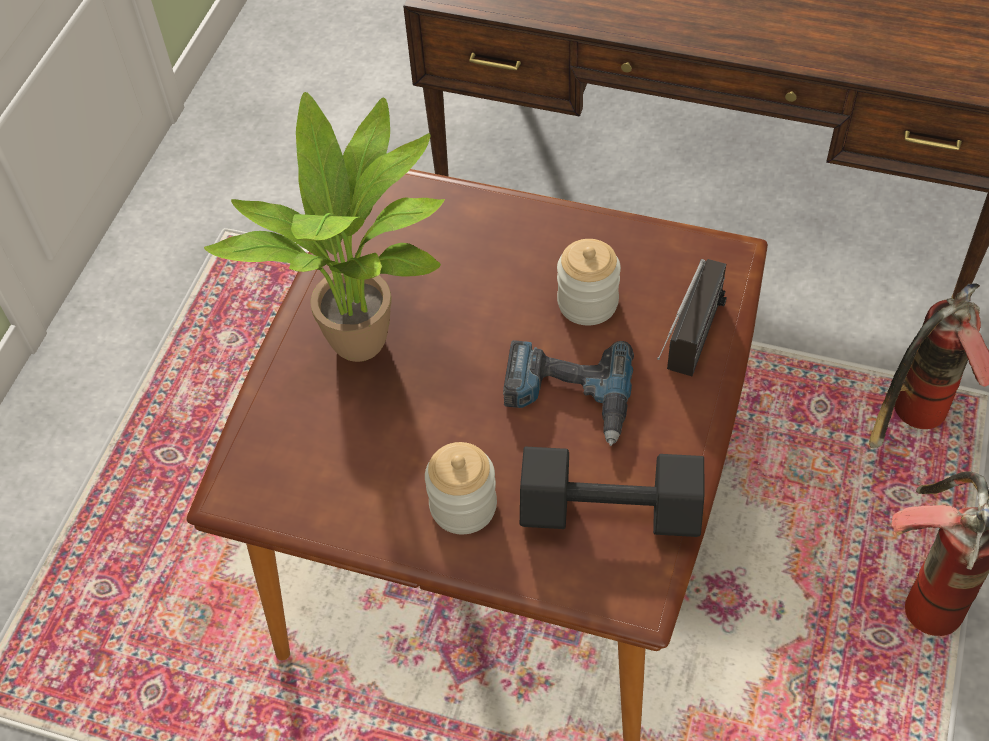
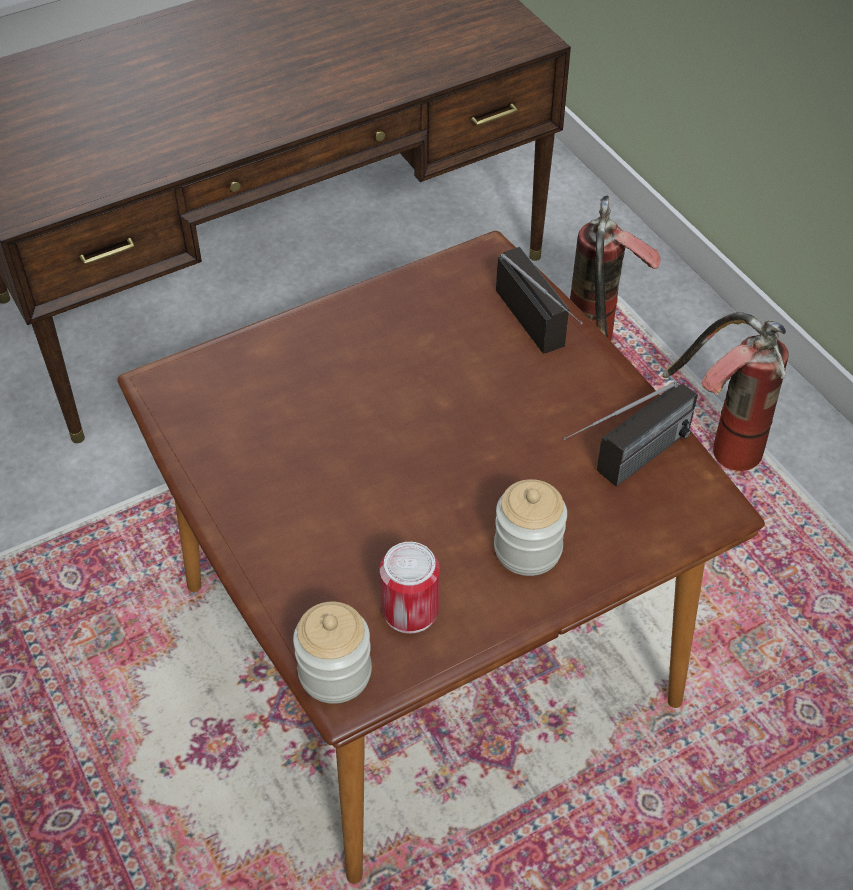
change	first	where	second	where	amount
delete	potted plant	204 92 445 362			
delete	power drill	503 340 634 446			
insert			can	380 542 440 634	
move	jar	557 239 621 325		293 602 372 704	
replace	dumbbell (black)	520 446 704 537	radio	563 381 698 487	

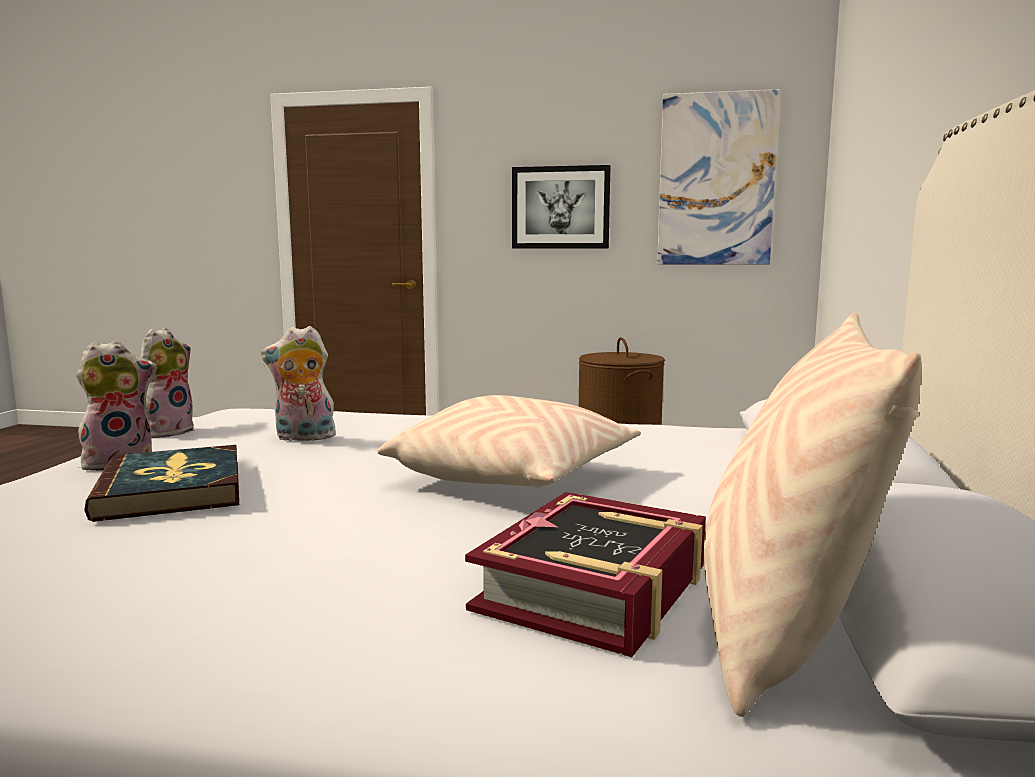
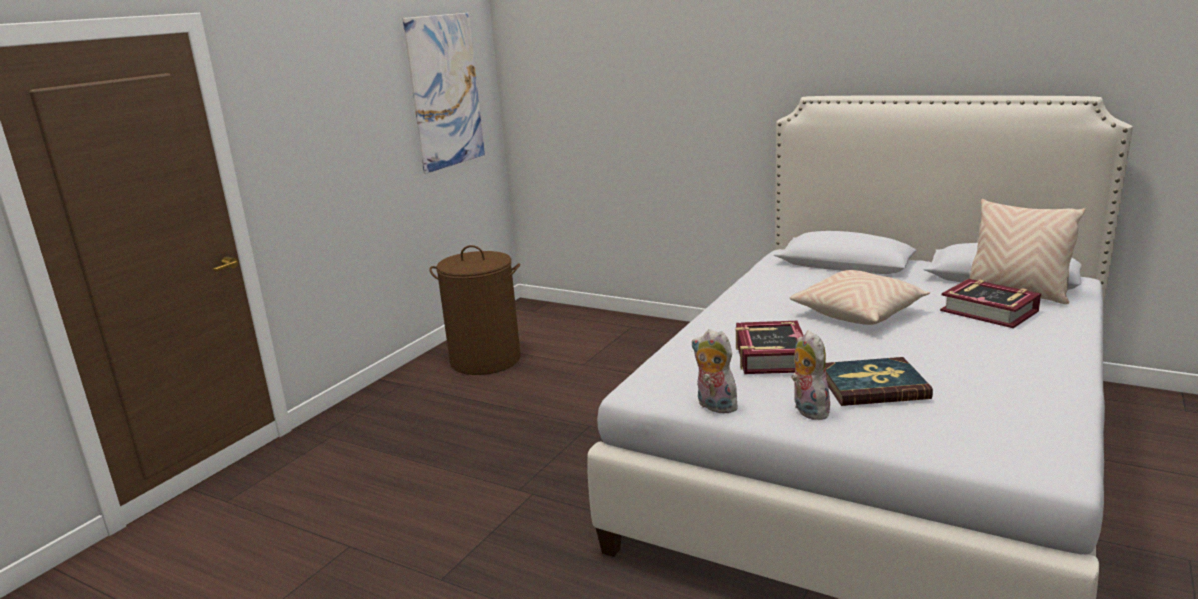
change	first	where	second	where	amount
delete	picture	512 165 610 249			
replace	plush toy	261 326 338 441	book	736 321 804 374	

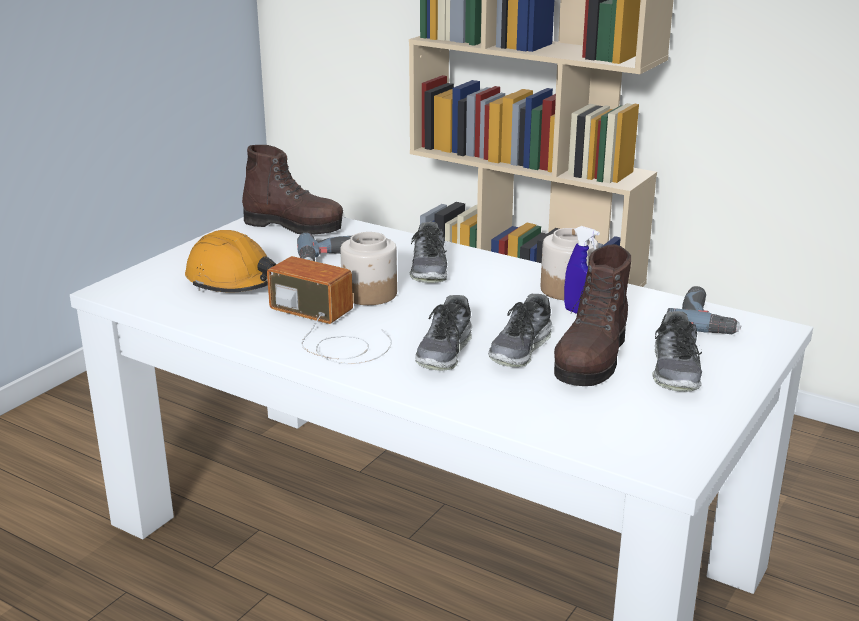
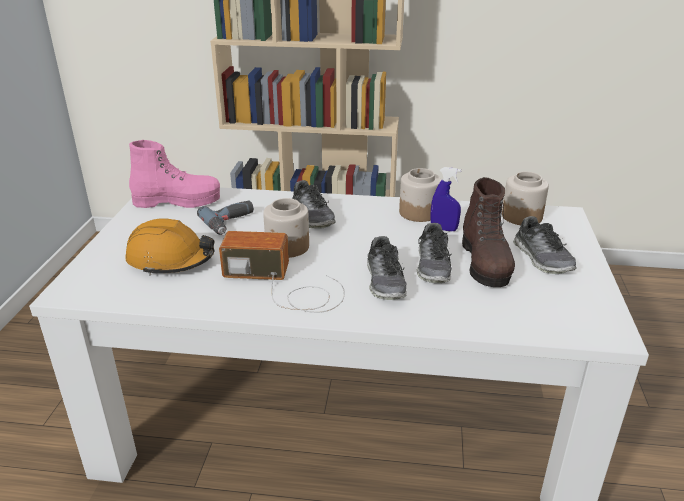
change	first	where	second	where	amount
replace	power drill	667 286 741 334	jar	502 172 549 225	
recolor	boot (brown)	242 145 343 235	boot (pink)	129 140 220 208	

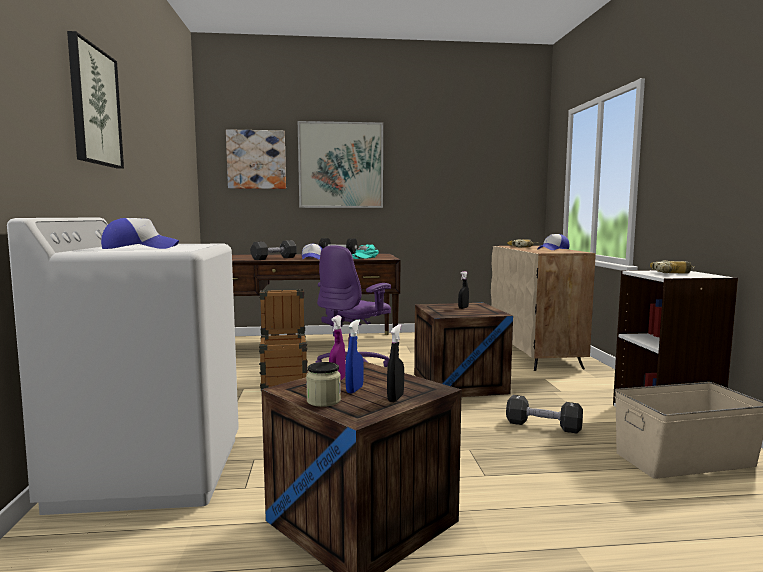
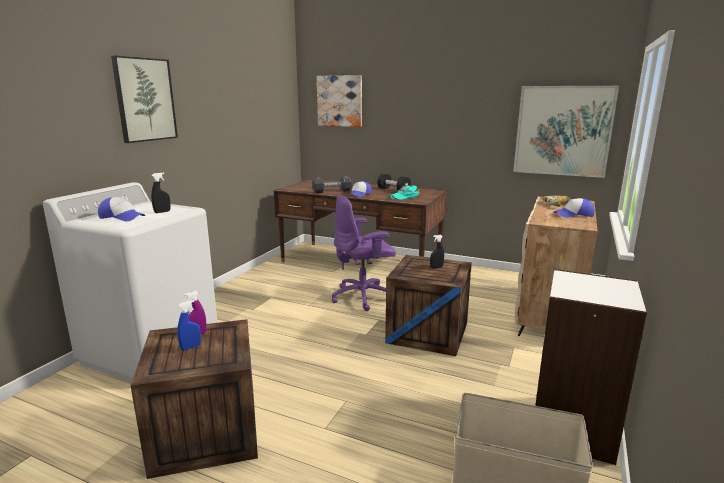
change	first	where	second	where	amount
delete	crate	259 289 308 389			
delete	jar	306 362 341 407			
delete	dumbbell (black)	506 395 583 434			
delete	power drill	650 261 694 274			
move	picture	298 121 383 208		513 86 619 178	
move	spray bottle (black)	387 325 404 402		151 172 171 213	

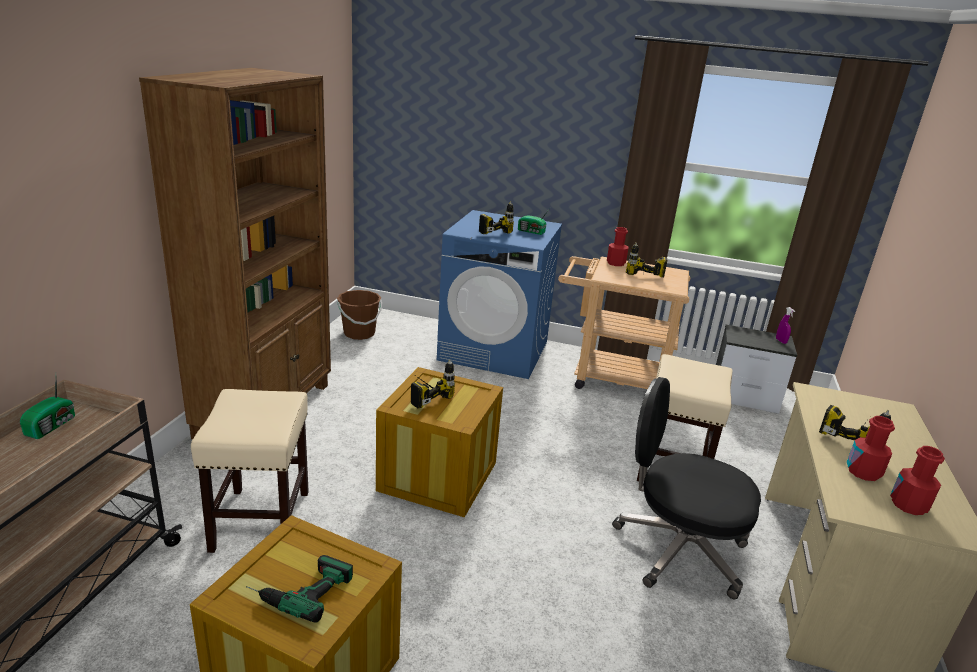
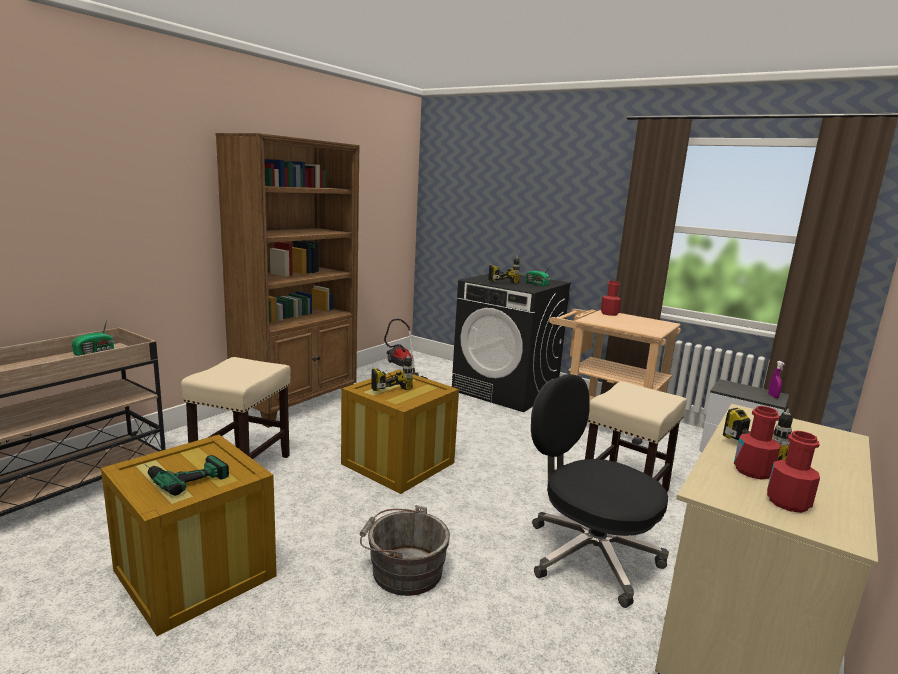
change	first	where	second	where	amount
delete	power drill	626 242 667 277			
insert			bucket (grey)	360 505 450 596	
replace	bucket (brown)	337 290 382 340	vacuum cleaner	384 319 428 379	
recolor	washing machine (blue)	436 210 562 379	washing machine (black)	452 272 571 412	

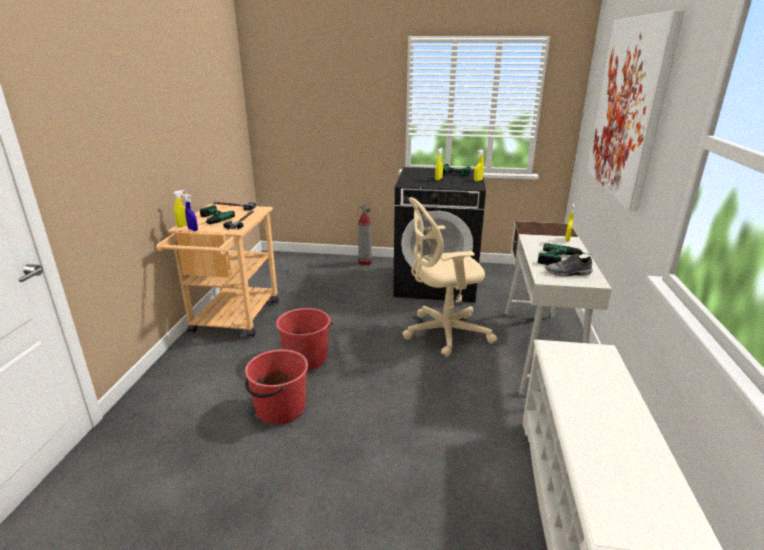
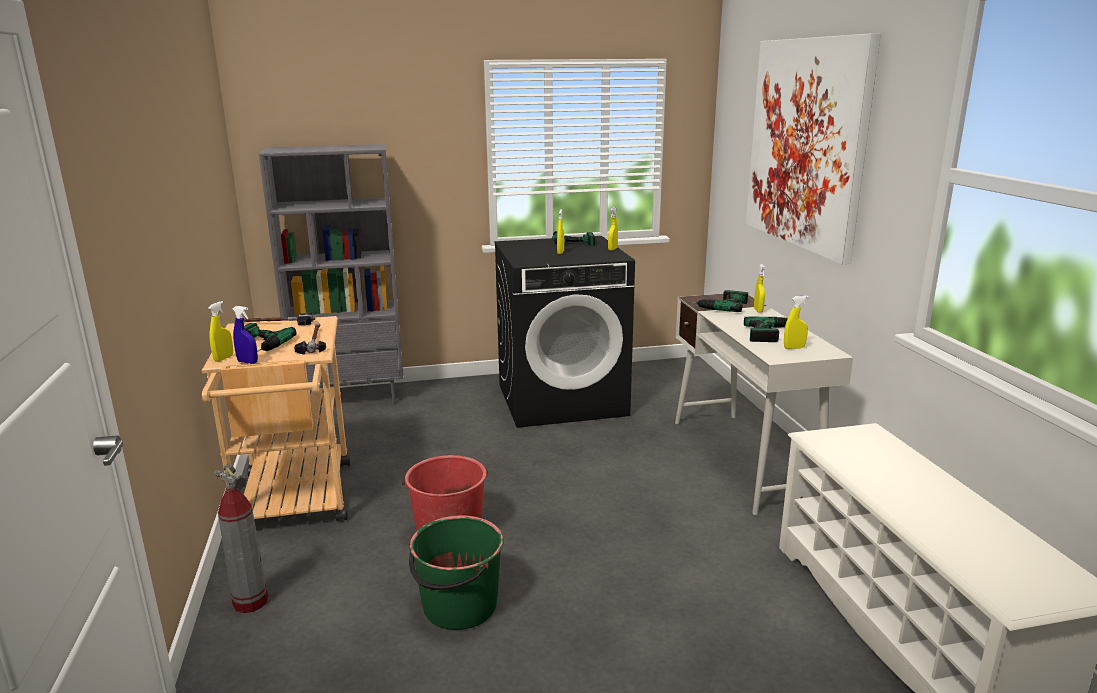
change	first	where	second	where	amount
delete	office chair (beige)	402 197 497 357			
insert			bookcase (grey)	258 144 404 404	
insert			power drill	689 290 748 312	
move	fire extinguisher	358 204 372 265		214 464 268 613	
replace	shoe (grey)	545 253 593 276	spray bottle (yellow)	784 296 809 349	
recolor	bucket (red)	245 349 308 425	bucket (green)	409 515 504 630	

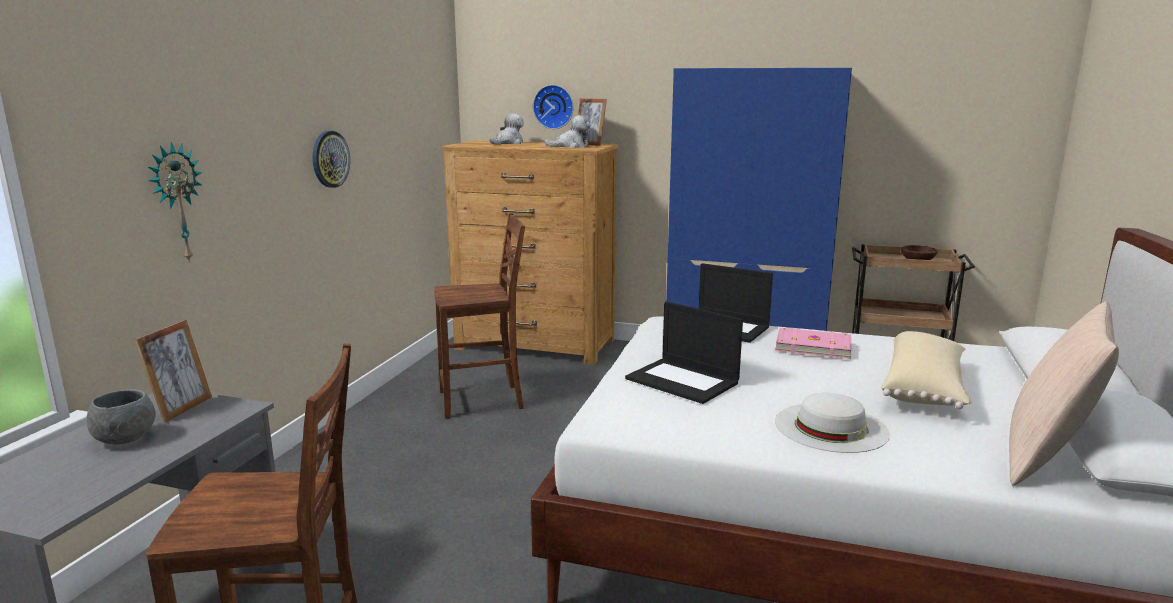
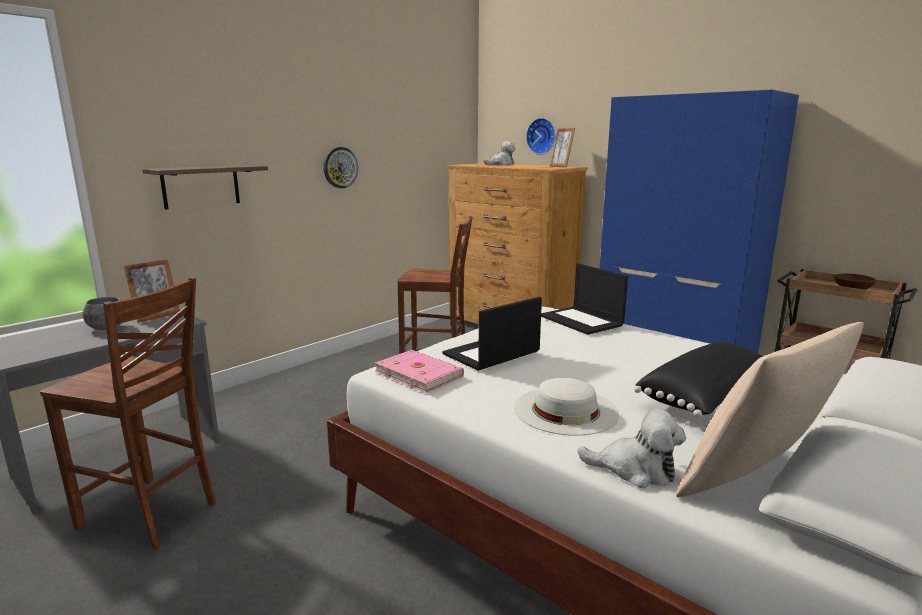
change	first	where	second	where	amount
move	plush toy	544 115 591 148		577 409 686 488	
move	book (pink)	775 328 852 359		375 350 464 393	
replace	wall clock	148 142 202 263	shelf	143 165 268 210	
recolor	pillow (beige)	881 331 972 409	pillow (black)	634 341 763 417	
rotate	laptop	625 301 743 404		442 297 542 371	75 degrees clockwise

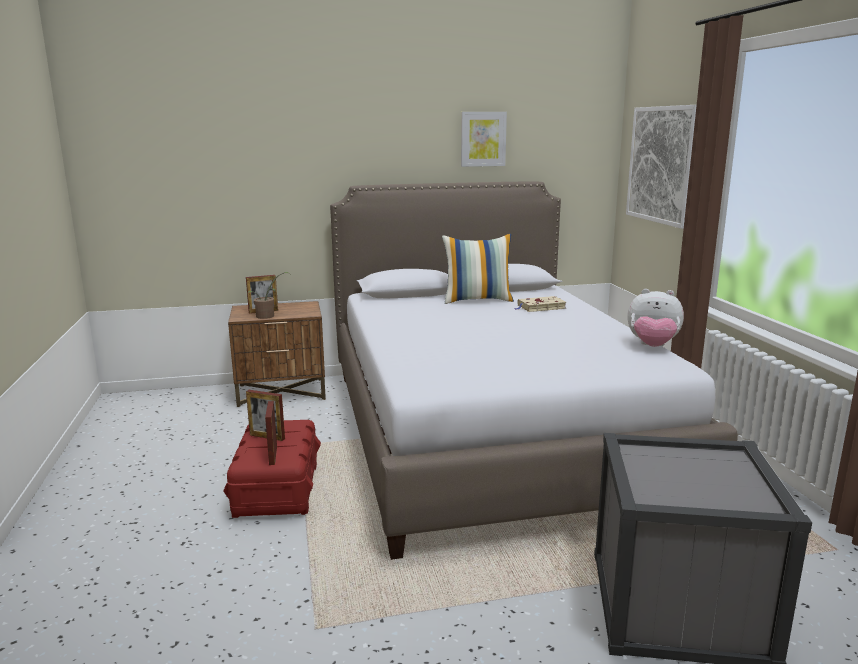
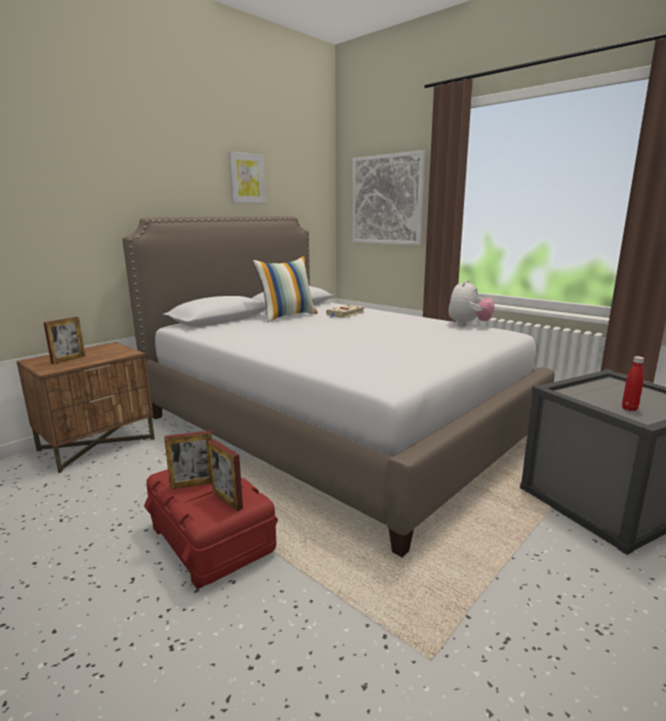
change	first	where	second	where	amount
delete	potted plant	247 272 290 319			
insert			bottle (red)	622 356 644 411	
rotate	plush toy	627 289 684 347		448 280 494 326	45 degrees counterclockwise

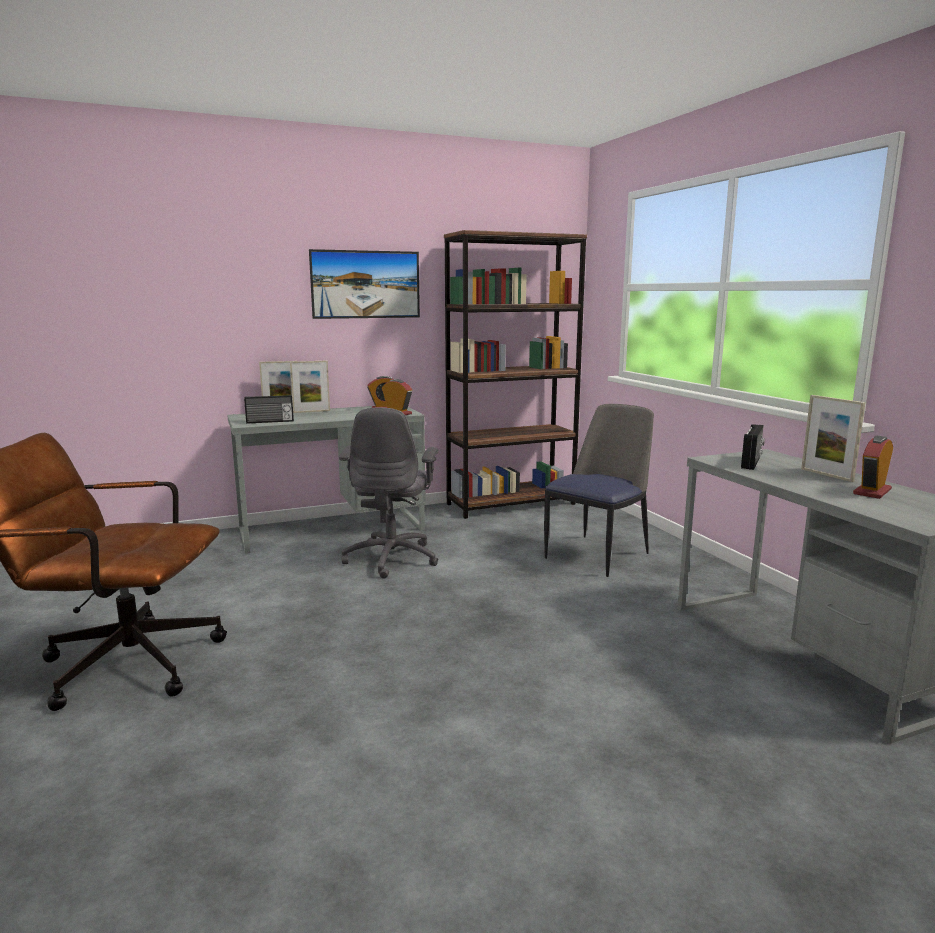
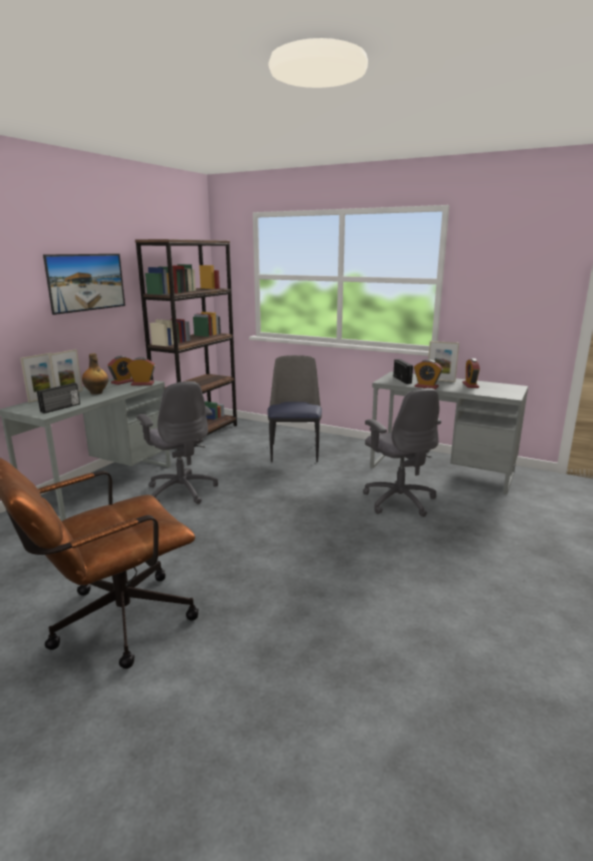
change	first	where	second	where	amount
insert			bottle	82 353 109 395	
insert			office chair (grey)	363 388 441 517	
insert			alarm clock	414 360 443 389	

